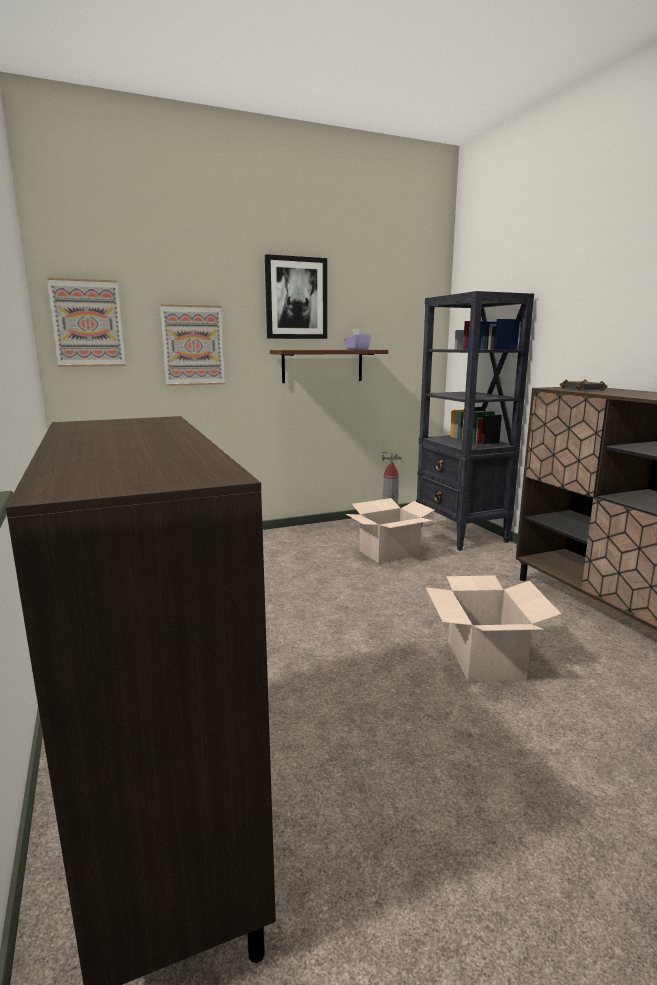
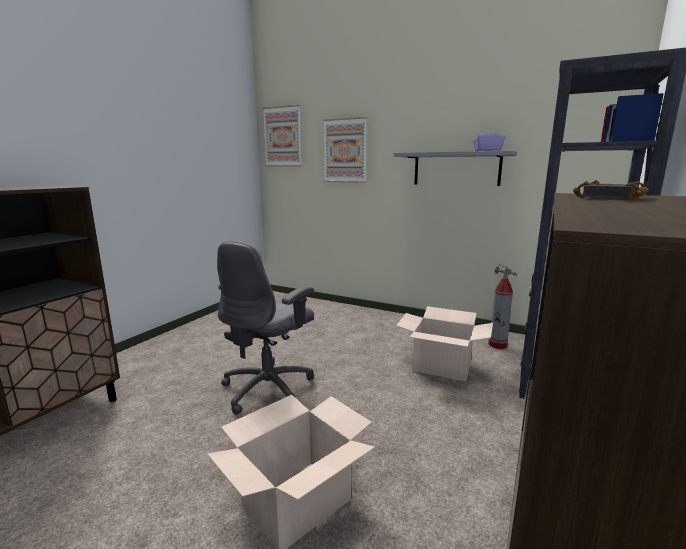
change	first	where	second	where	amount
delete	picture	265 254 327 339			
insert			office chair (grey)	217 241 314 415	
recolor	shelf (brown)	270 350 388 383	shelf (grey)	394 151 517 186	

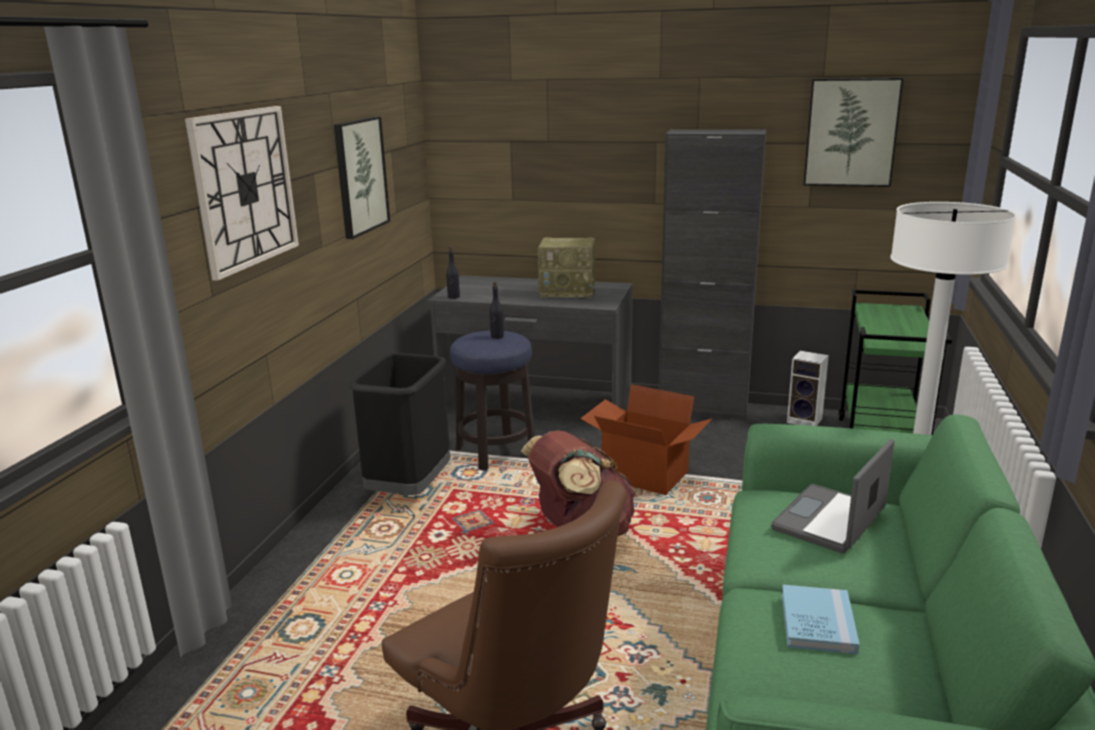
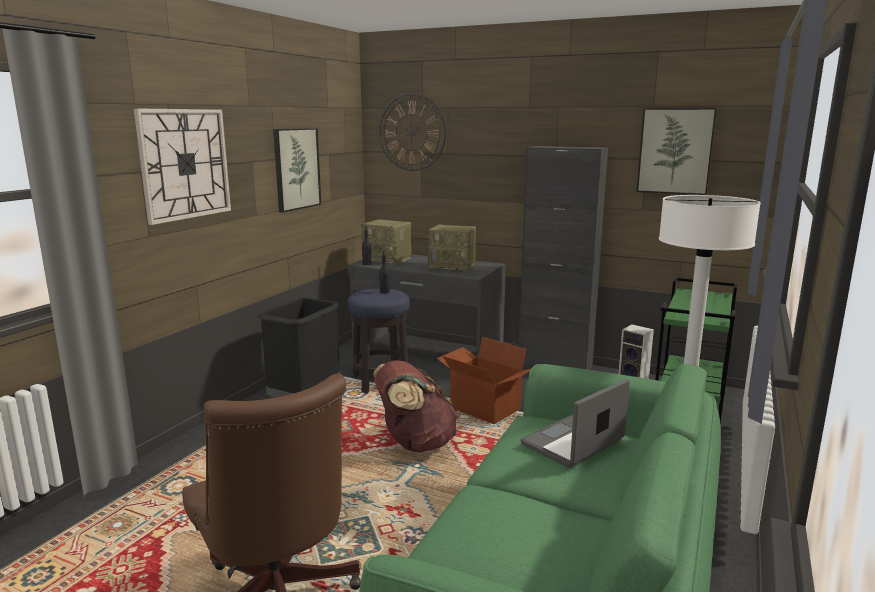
change	first	where	second	where	amount
delete	book (blue)	782 585 860 654			
insert			radio	361 219 411 265	
insert			wall clock	379 93 446 171	

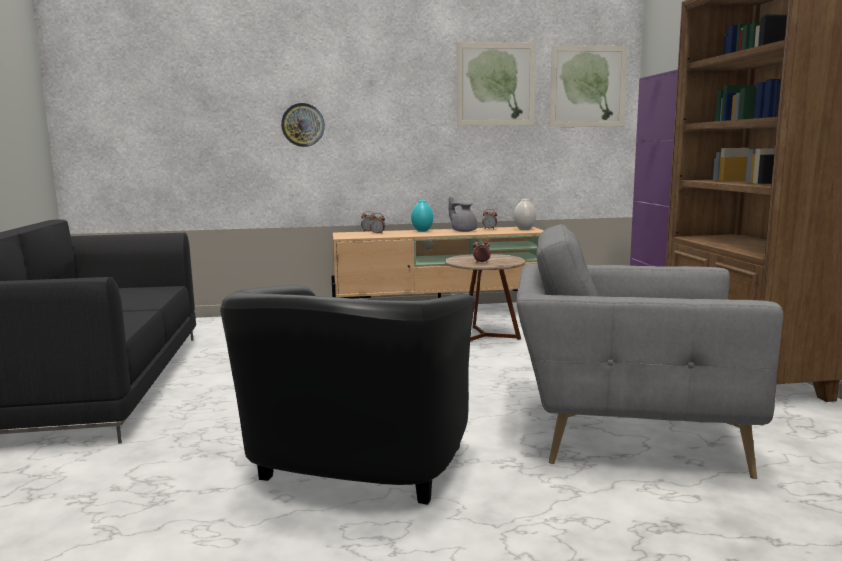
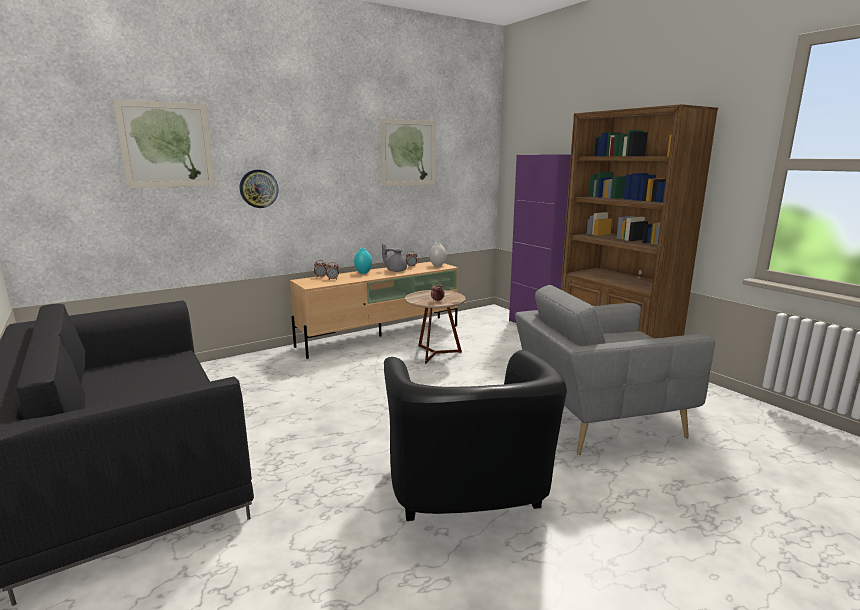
change	first	where	second	where	amount
move	picture	550 45 628 127		113 99 215 188	

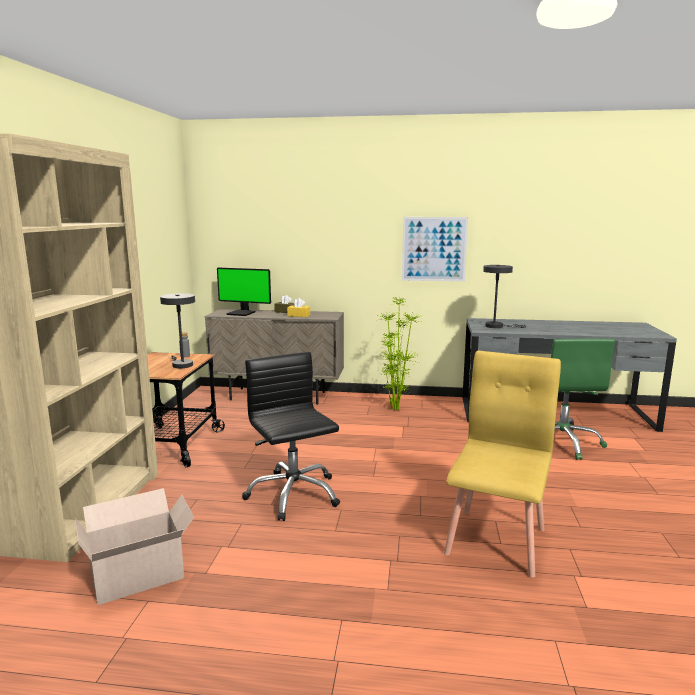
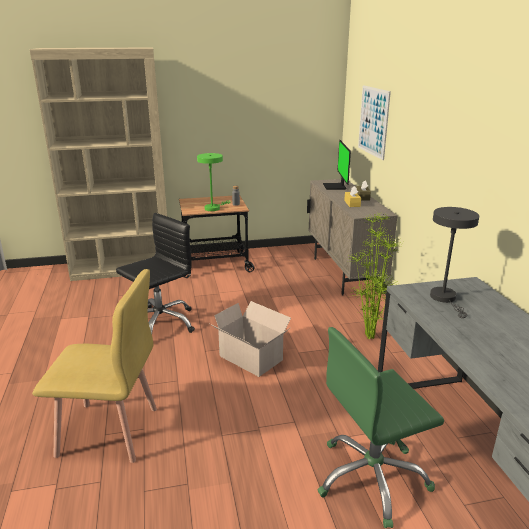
change	first	where	second	where	amount
move	cardboard box	75 488 194 605		210 301 291 377	
move	picture	402 217 468 282		358 85 391 160	
recolor	table lamp (grey)	160 293 195 368	table lamp (green)	197 153 231 211	

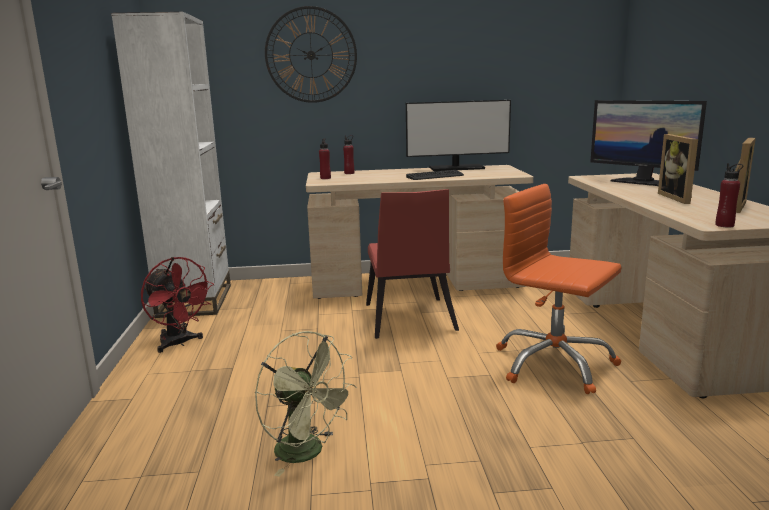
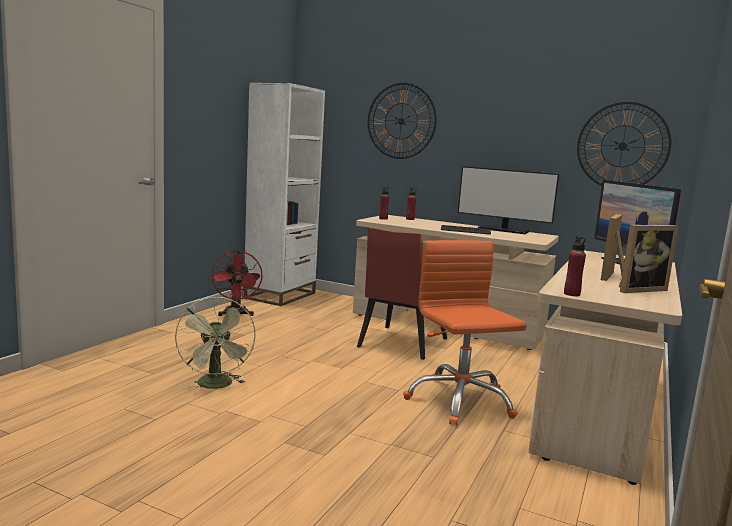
change	first	where	second	where	amount
insert			wall clock	577 102 671 186	

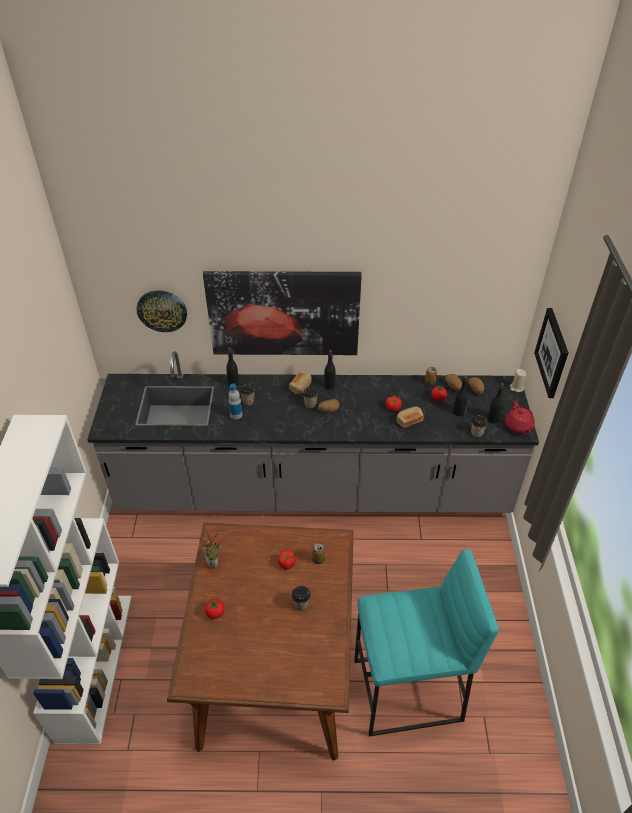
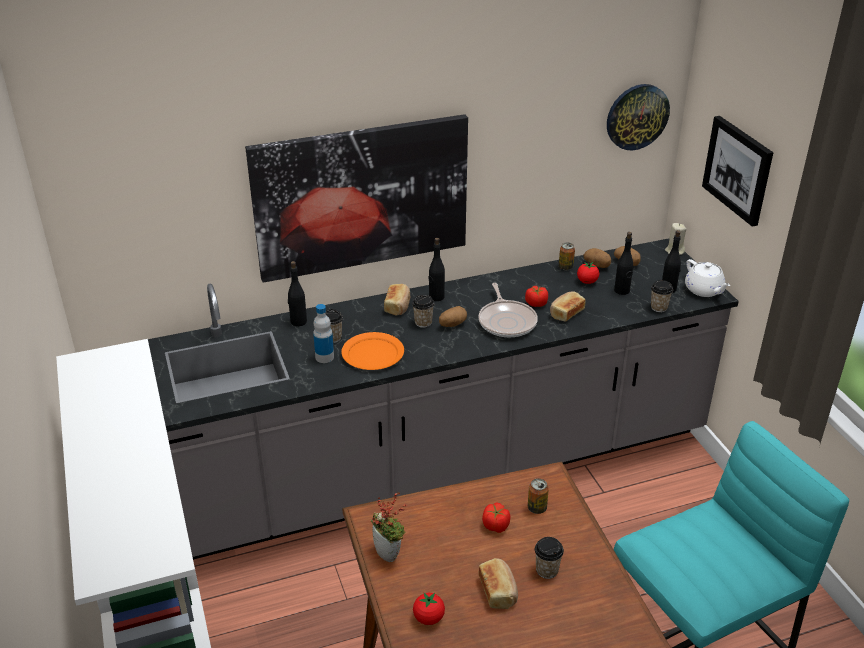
change	first	where	second	where	amount
insert			plate (orange)	341 332 404 370	
insert			frying pan	478 283 538 337	
insert			bread	479 558 518 609	
move	wall clock	137 291 187 332		607 84 670 150	
recolor	teapot (red)	505 401 535 434	teapot (white)	685 259 730 297	

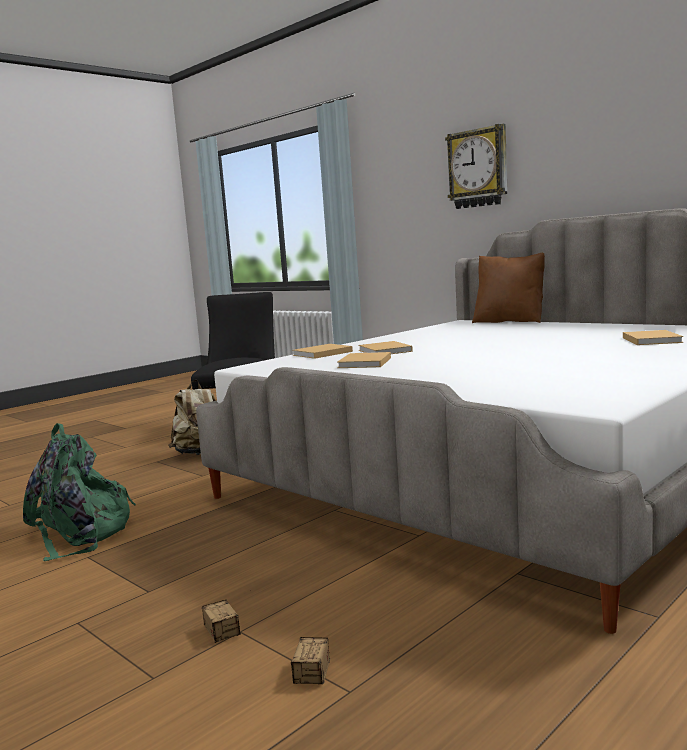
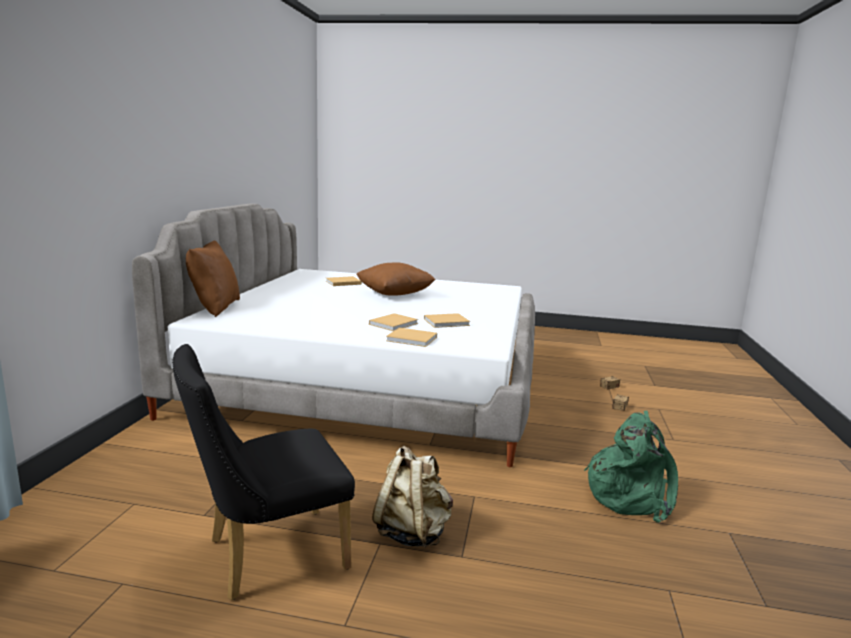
change	first	where	second	where	amount
delete	wall clock	445 124 508 209			
insert			pillow (brown)	356 263 436 296	

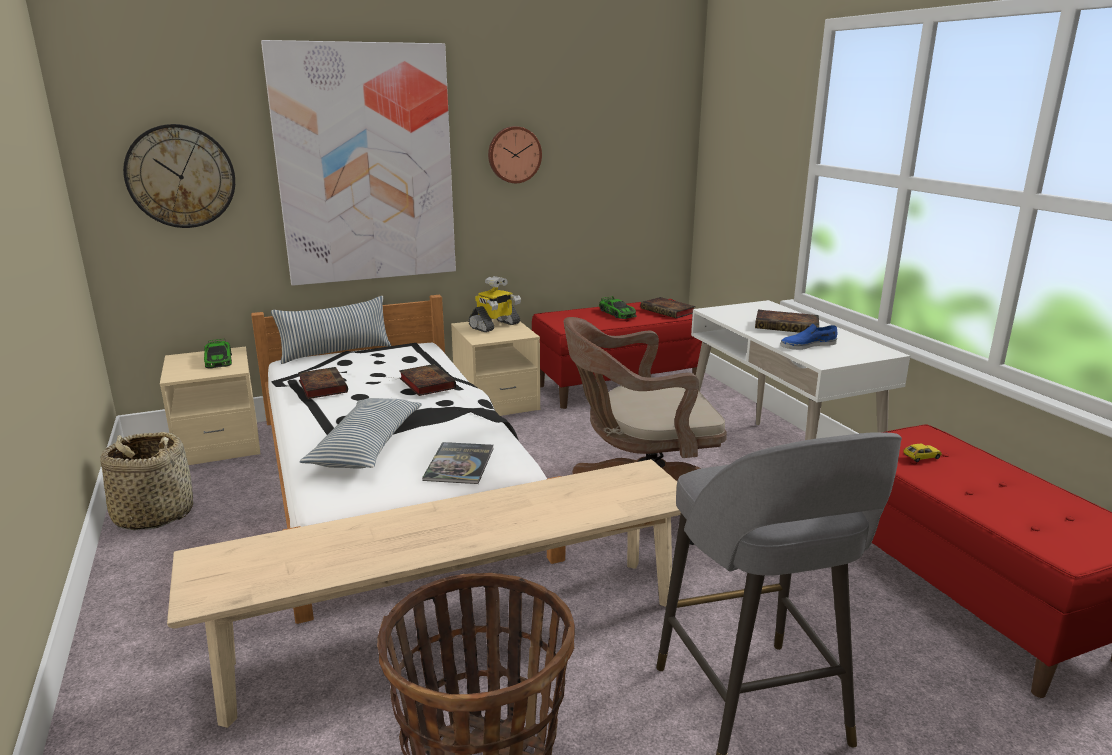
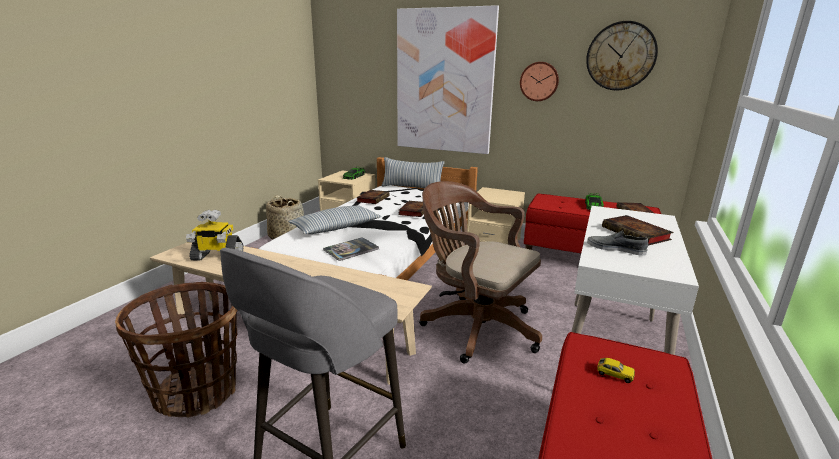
change	first	where	second	where	amount
move	wall clock	123 124 235 228		586 21 658 90	
move	toy robot	469 276 521 332		186 209 244 260	
recolor	shoe (blue)	780 324 838 350	shoe (grey)	587 231 648 256	

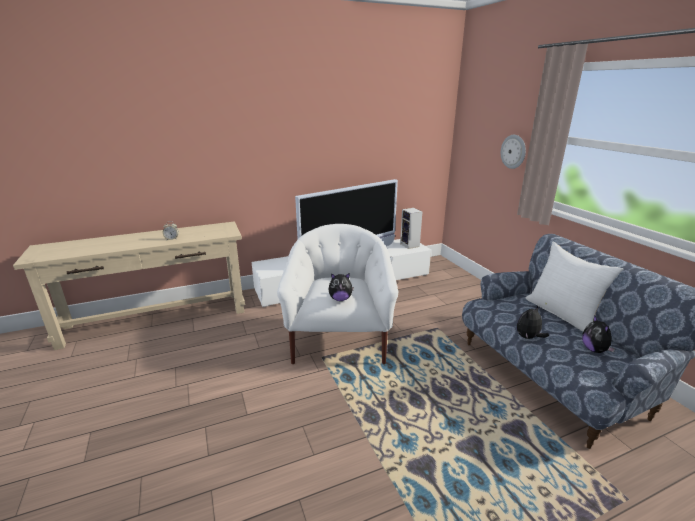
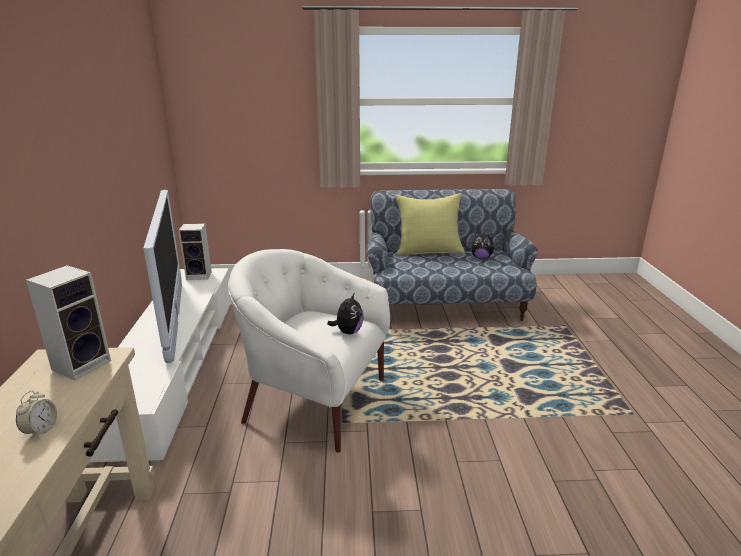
change	first	where	second	where	amount
delete	wall clock	501 135 526 169			
delete	plush toy	517 305 549 339			
insert			speaker	26 265 111 381	
recolor	pillow (white)	526 242 623 332	pillow (yellow)	395 193 465 255	

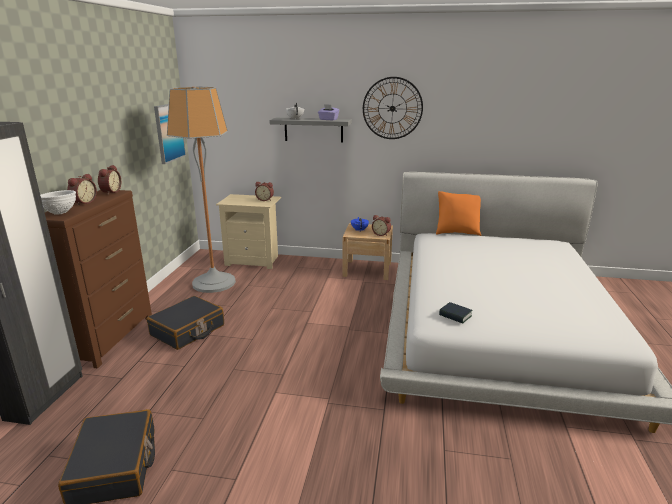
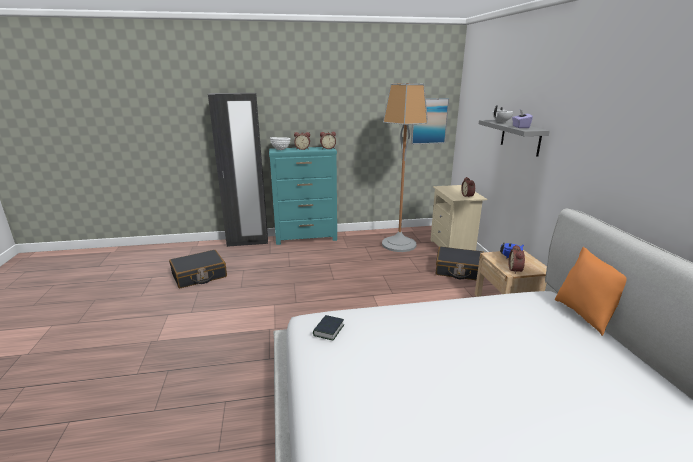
change	first	where	second	where	amount
delete	wall clock	363 77 423 139			
move	suitcase (black)	147 296 224 350		436 246 484 280	
recolor	dresser (brown)	45 190 152 368	dresser (turquoise)	269 147 337 245	

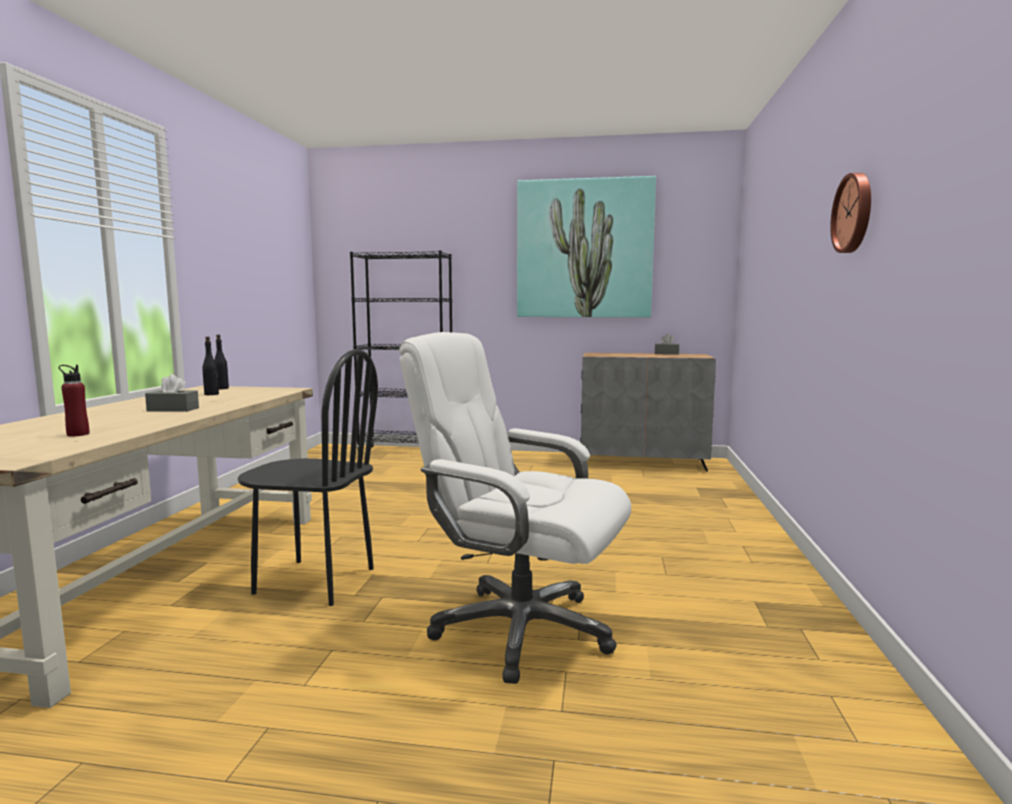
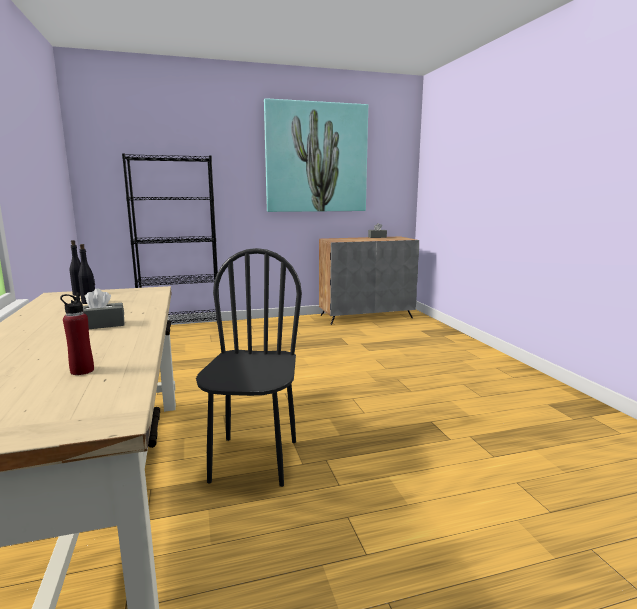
change	first	where	second	where	amount
delete	office chair (white)	399 332 631 684			
delete	wall clock	830 173 871 253			
rotate	chair (black)	237 349 378 606		196 248 302 487	75 degrees counterclockwise

